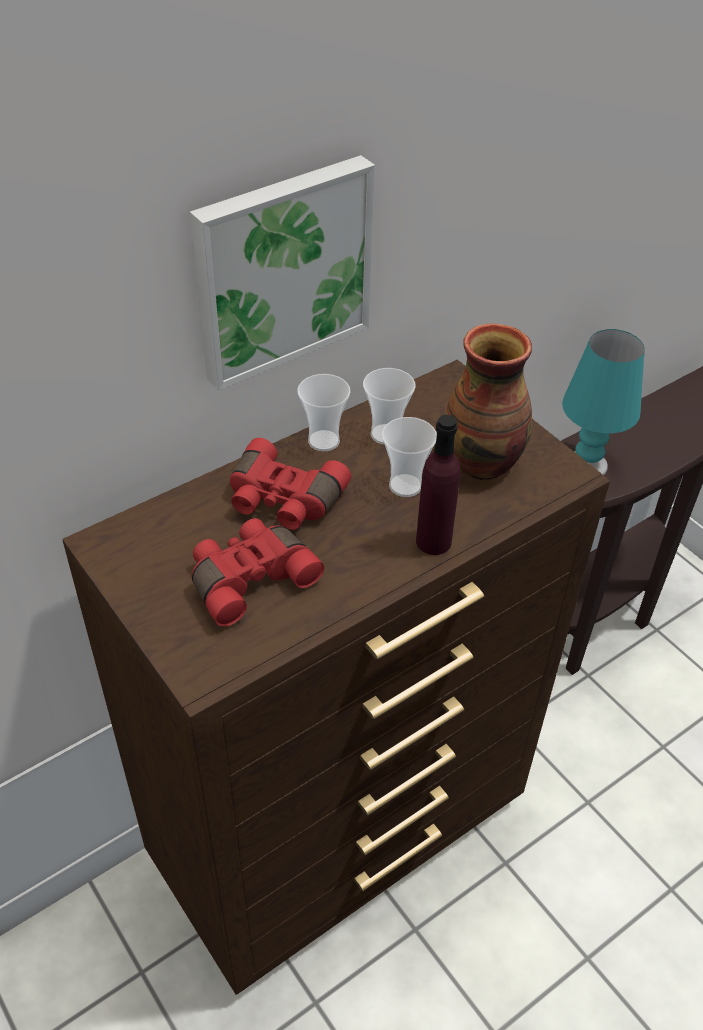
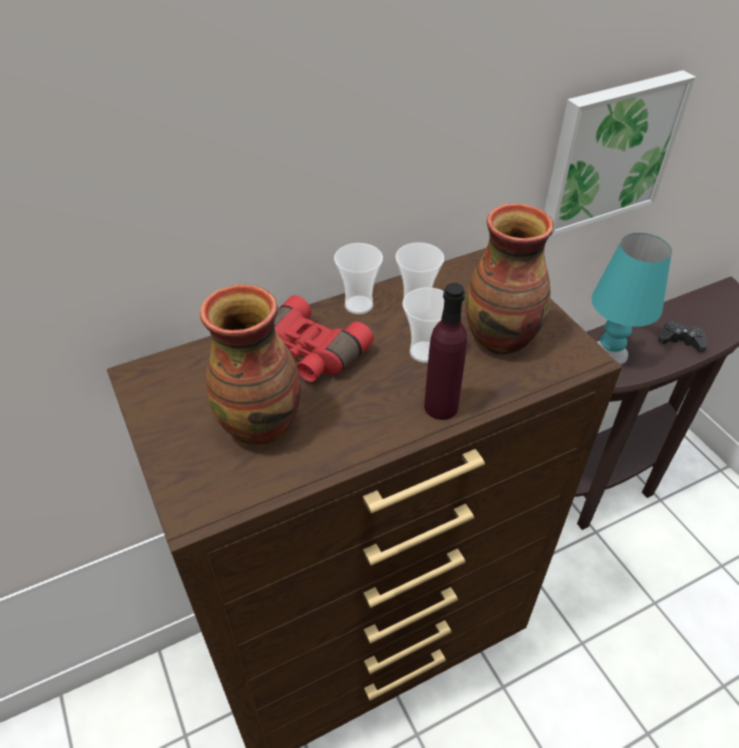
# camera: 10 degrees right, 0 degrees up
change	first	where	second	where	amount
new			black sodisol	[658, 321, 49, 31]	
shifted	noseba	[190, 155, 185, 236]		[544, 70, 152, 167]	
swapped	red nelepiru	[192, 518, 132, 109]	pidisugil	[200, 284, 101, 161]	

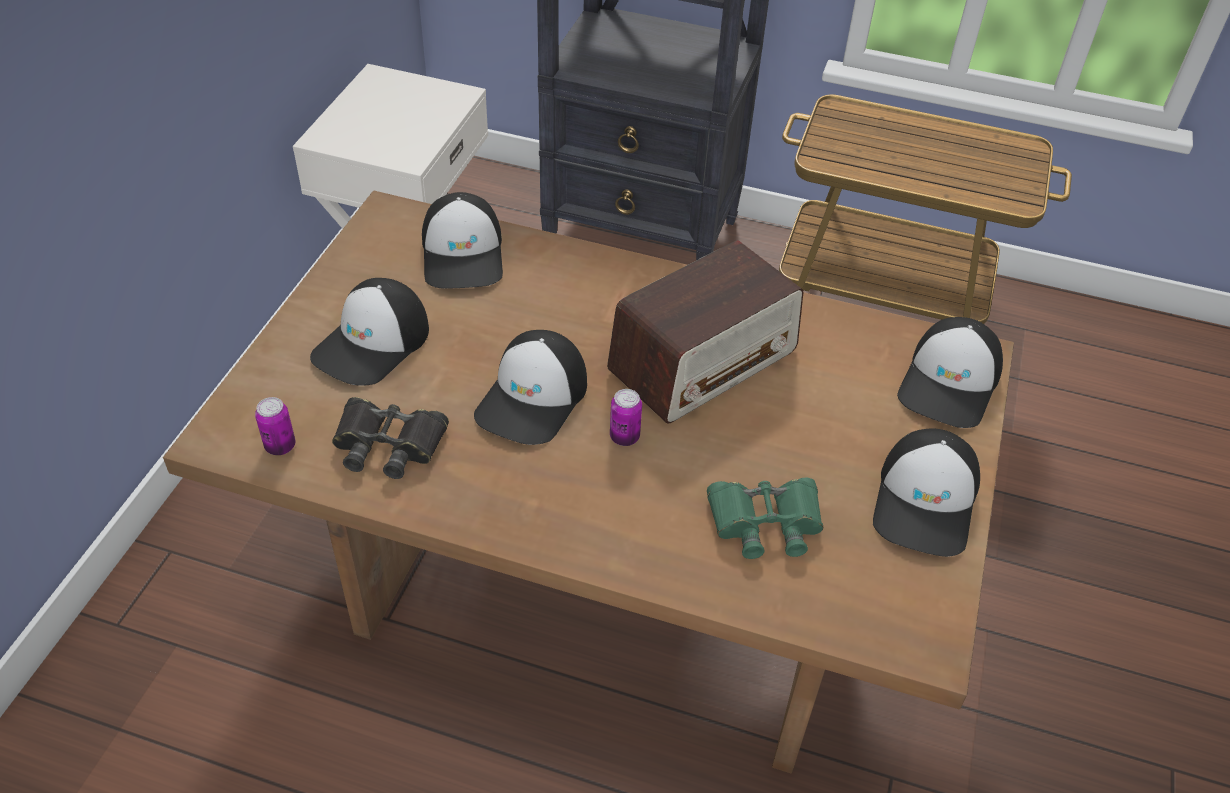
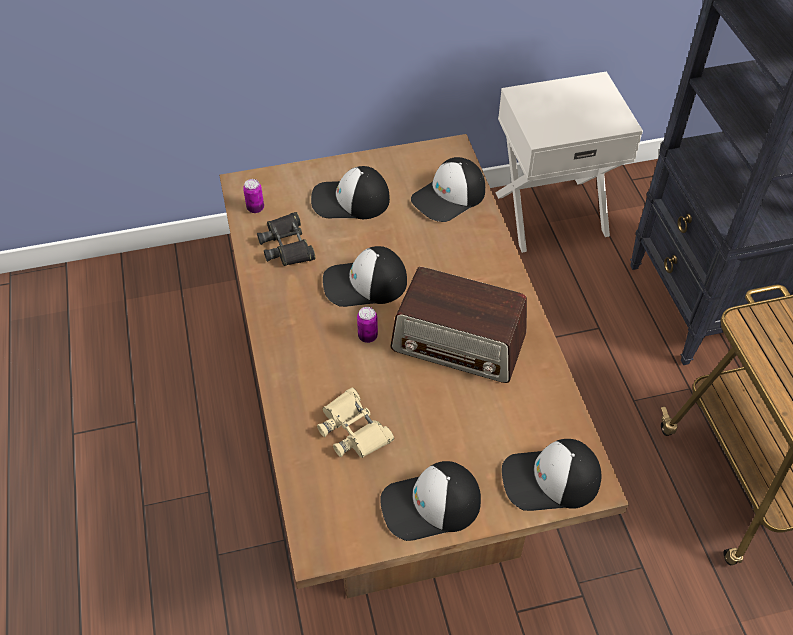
# camera: 60 degrees right, 5 degrees up
change	first	where	second	where	amount
repainted	green nelepiru	[707, 478, 116, 81]	beige nelepiru	[317, 387, 77, 71]	

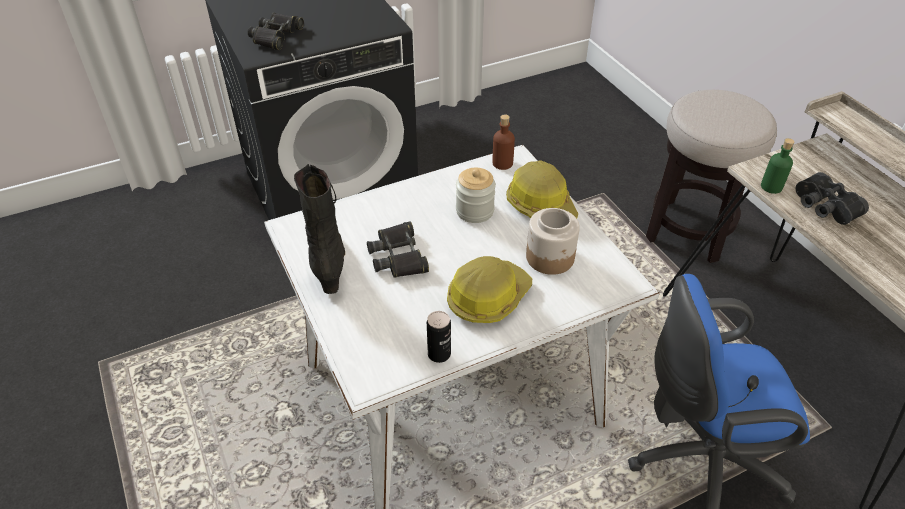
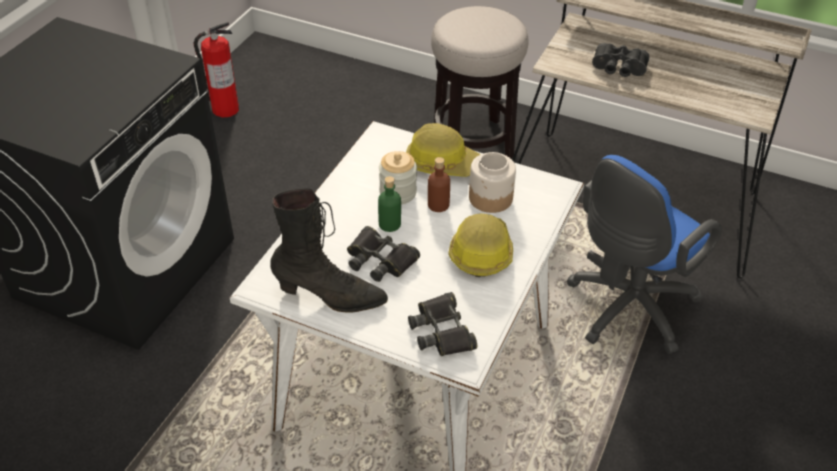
# camera: 40 degrees left, 0 degrees up
change	first	where	second	where	amount
gone	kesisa	[427, 311, 24, 52]			
new			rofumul	[193, 22, 46, 96]	
shifted	black nelepiru	[248, 13, 56, 37]		[408, 292, 69, 64]	
shifted	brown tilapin	[493, 114, 22, 56]		[428, 157, 22, 55]	
shifted	green tilapin	[761, 138, 33, 56]		[378, 176, 23, 56]	
rotated	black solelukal	[294, 164, 51, 130]		[270, 188, 118, 124]	150 degrees clockwise

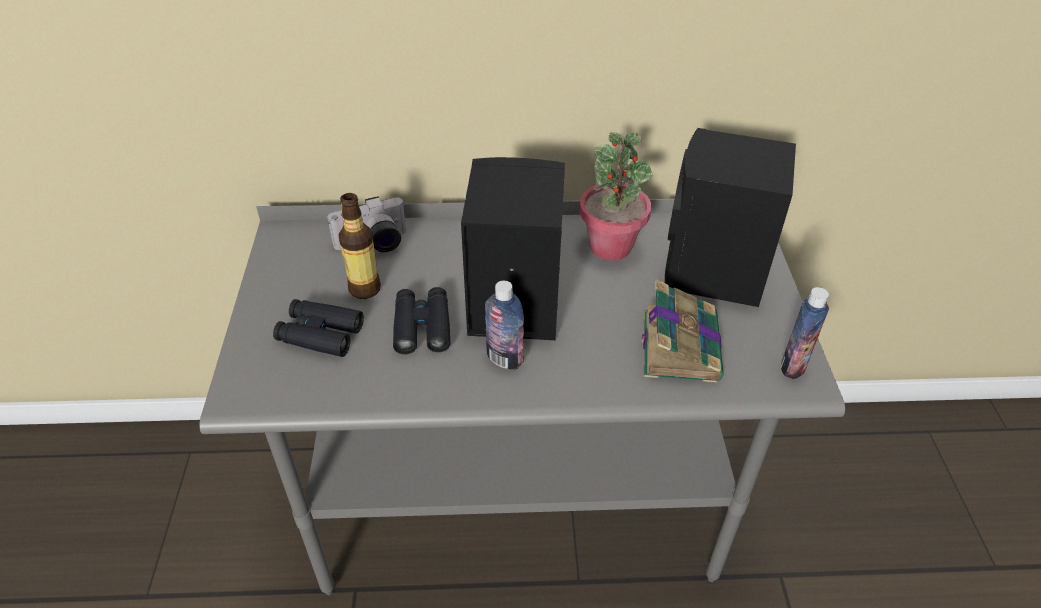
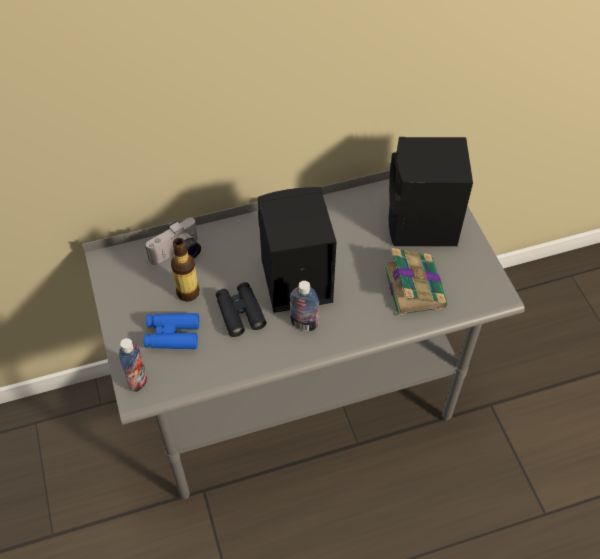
# camera: 15 degrees left, 10 degrees up
change	first	where	second	where	amount
gone	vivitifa	[579, 132, 73, 129]			
shifted	tilapin	[781, 287, 48, 92]		[119, 338, 28, 54]	
repainted	black nelepiru	[273, 299, 91, 58]	blue nelepiru	[144, 313, 55, 36]	

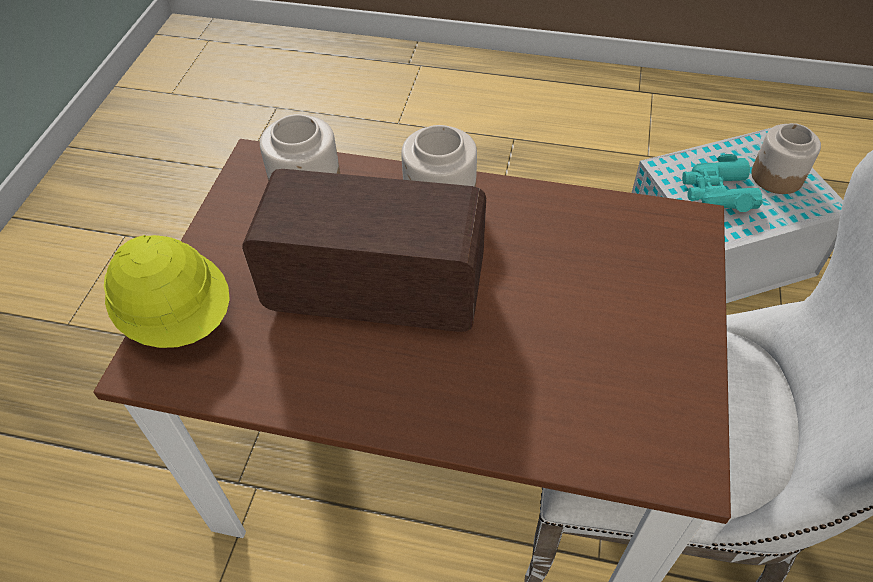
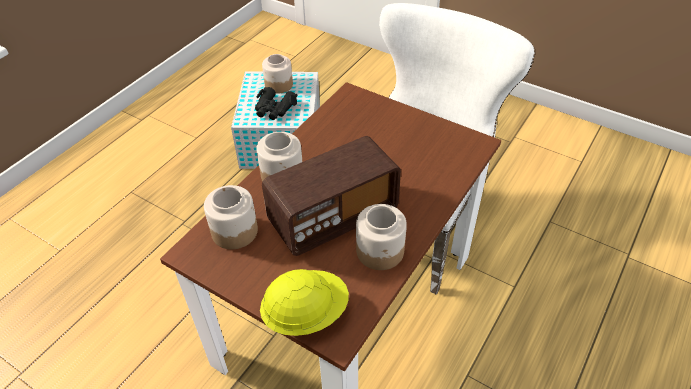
# camera: 70 degrees left, 5 degrees down
change	first	where	second	where	amount
new			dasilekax	[356, 204, 51, 66]	
repainted	turquoise nelepiru	[682, 154, 81, 58]	black nelepiru	[255, 87, 42, 33]	
rotated	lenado	[242, 169, 244, 163]		[262, 136, 139, 120]	150 degrees counterclockwise

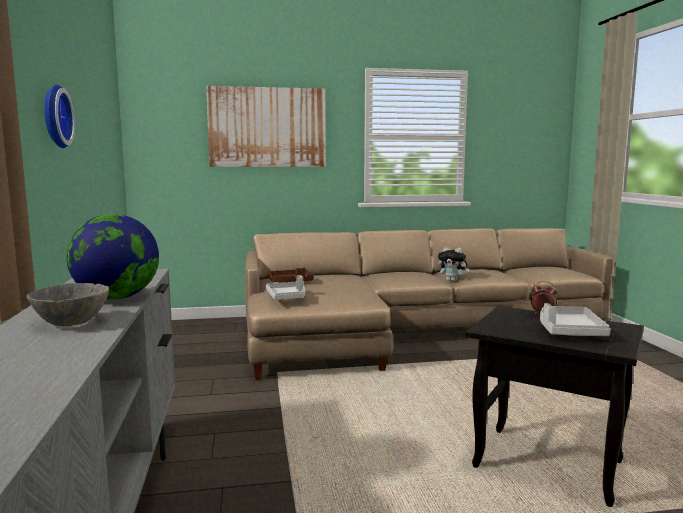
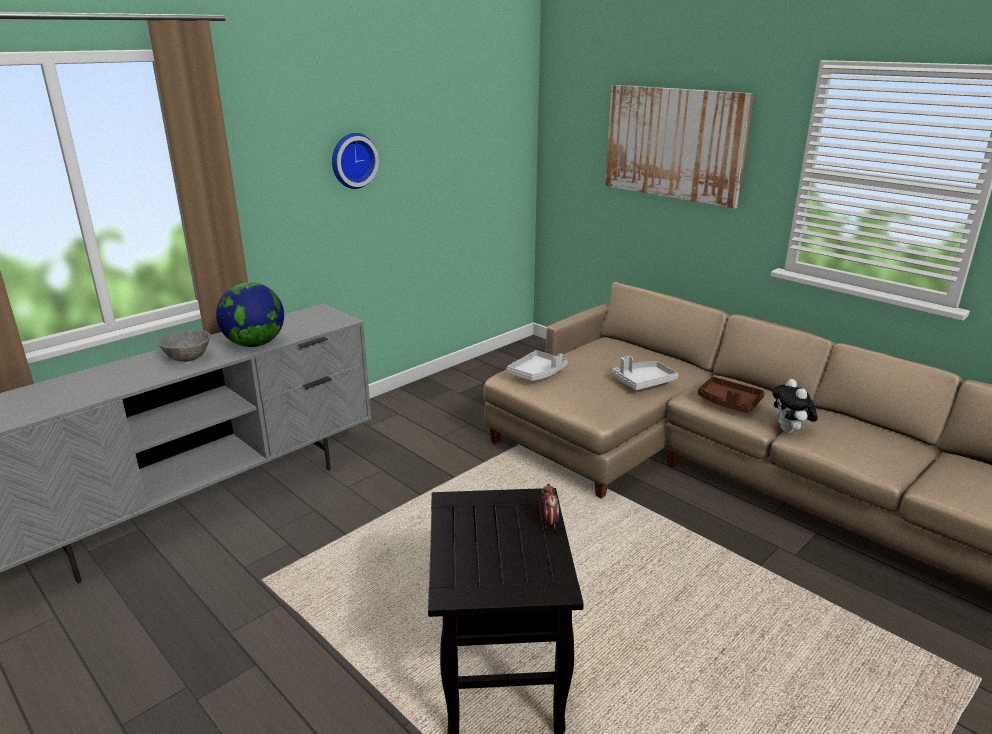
# camera: 55 degrees right, 15 degrees up
change	first	where	second	where	amount
shifted	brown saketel	[267, 268, 47, 15]		[698, 377, 66, 36]	
shifted	grey saketel	[540, 303, 71, 33]		[611, 356, 67, 34]	

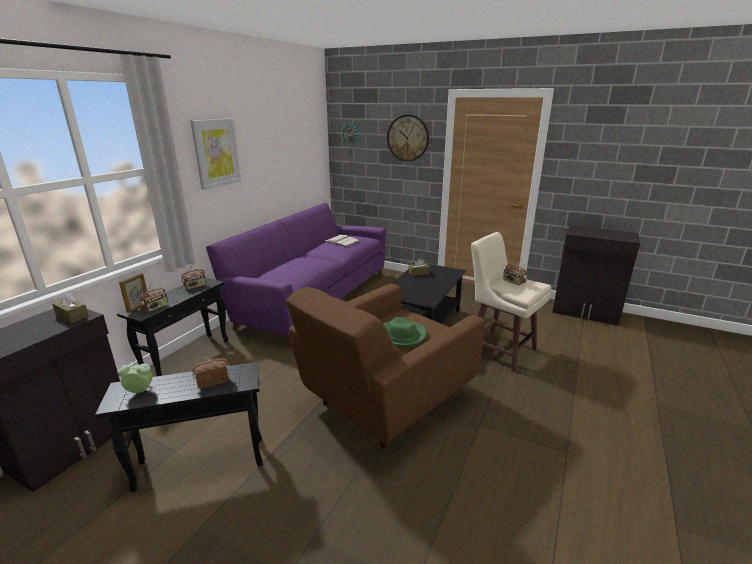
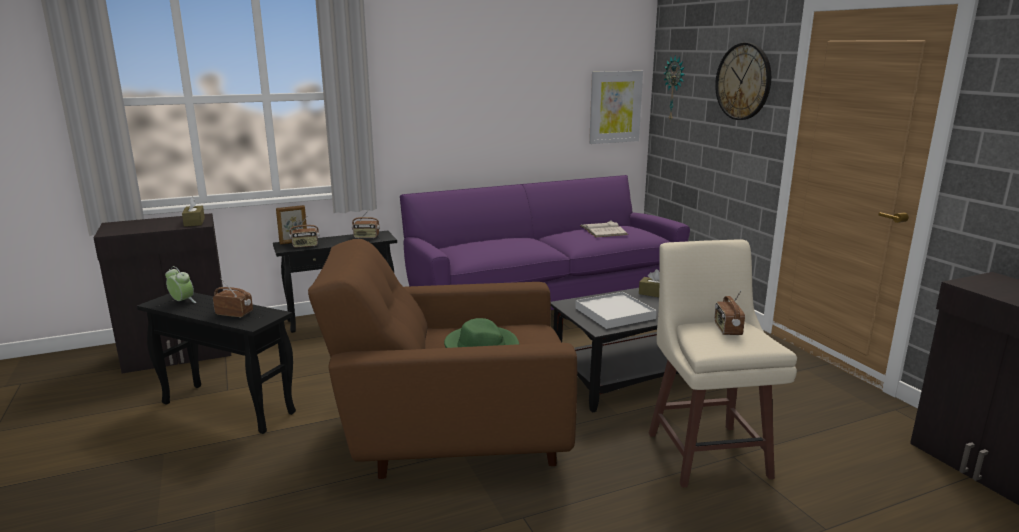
# camera: 40 degrees right, 5 degrees down
change	first	where	second	where	amount
new			white saketel	[575, 292, 82, 37]	
shifted	noseba	[191, 119, 50, 71]		[589, 71, 54, 73]	

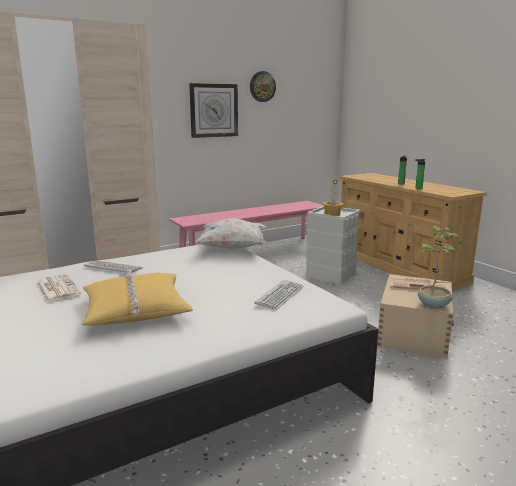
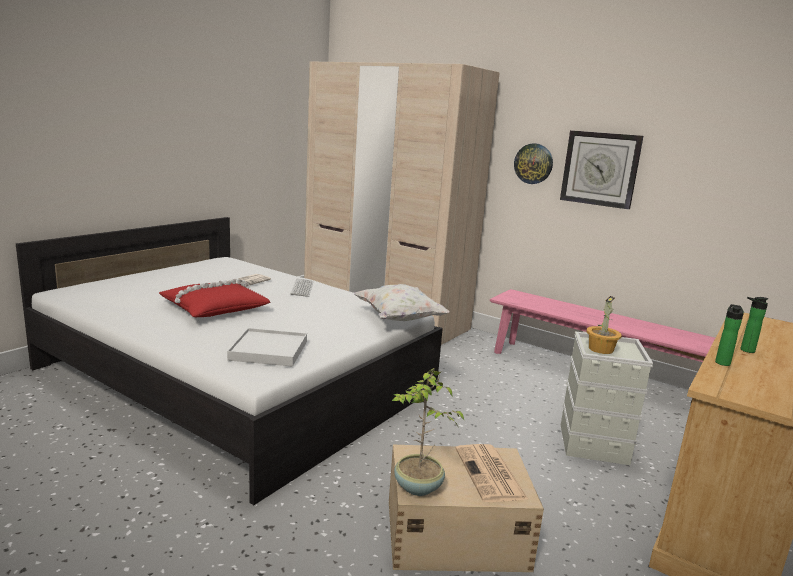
# camera: 65 degrees right, 0 degrees up
change	first	where	second	where	amount
shifted	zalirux	[250, 71, 26, 31]		[514, 143, 39, 41]	
swapped	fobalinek	[255, 280, 49, 30]	white saketel	[227, 328, 80, 39]	
repainted	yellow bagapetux	[82, 269, 111, 56]	red bagapetux	[159, 278, 111, 39]	

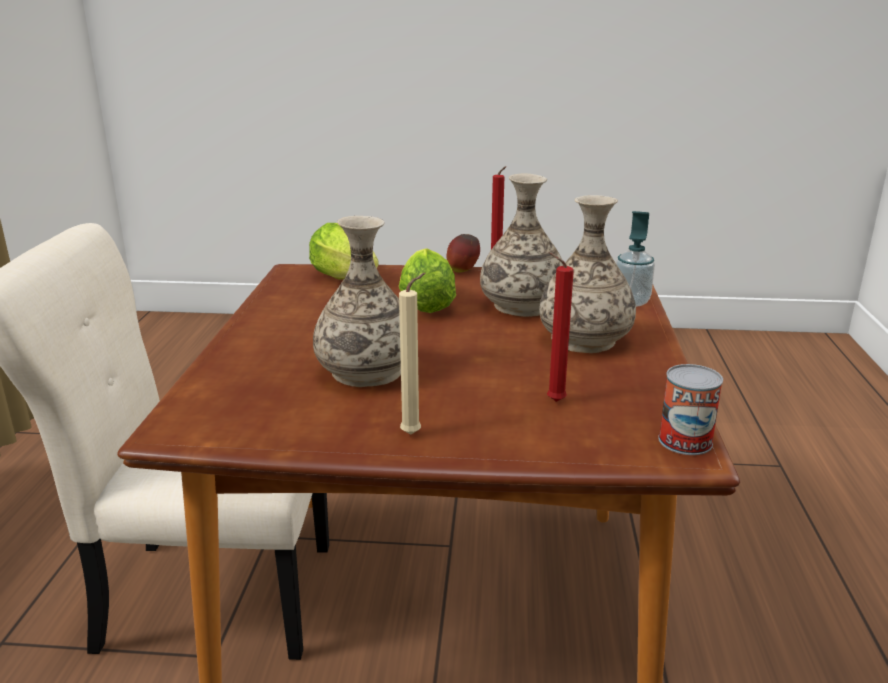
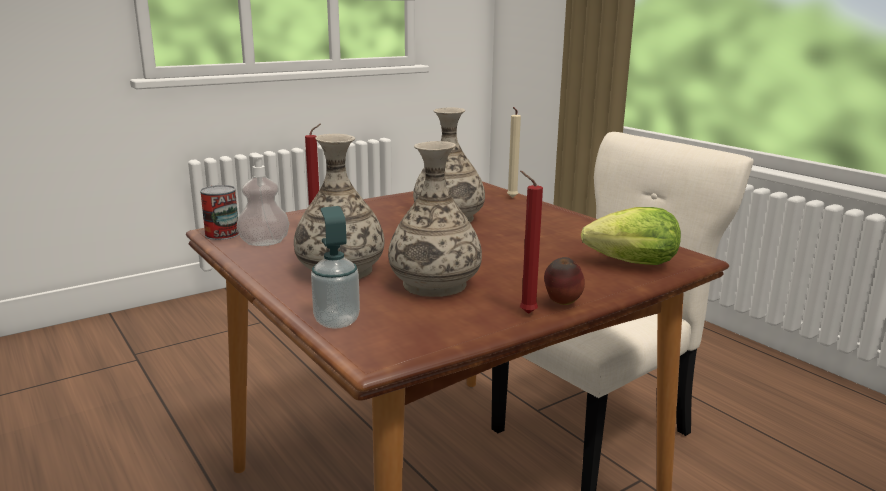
# camera: 140 degrees right, 5 degrees down
change	first	where	second	where	amount
gone	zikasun	[399, 248, 57, 65]			
new			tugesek	[237, 154, 52, 92]	
shifted	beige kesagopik	[399, 273, 26, 161]		[507, 107, 14, 91]	

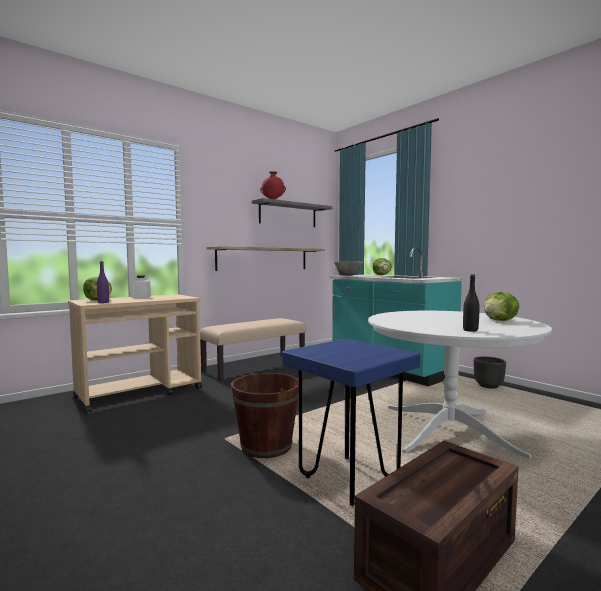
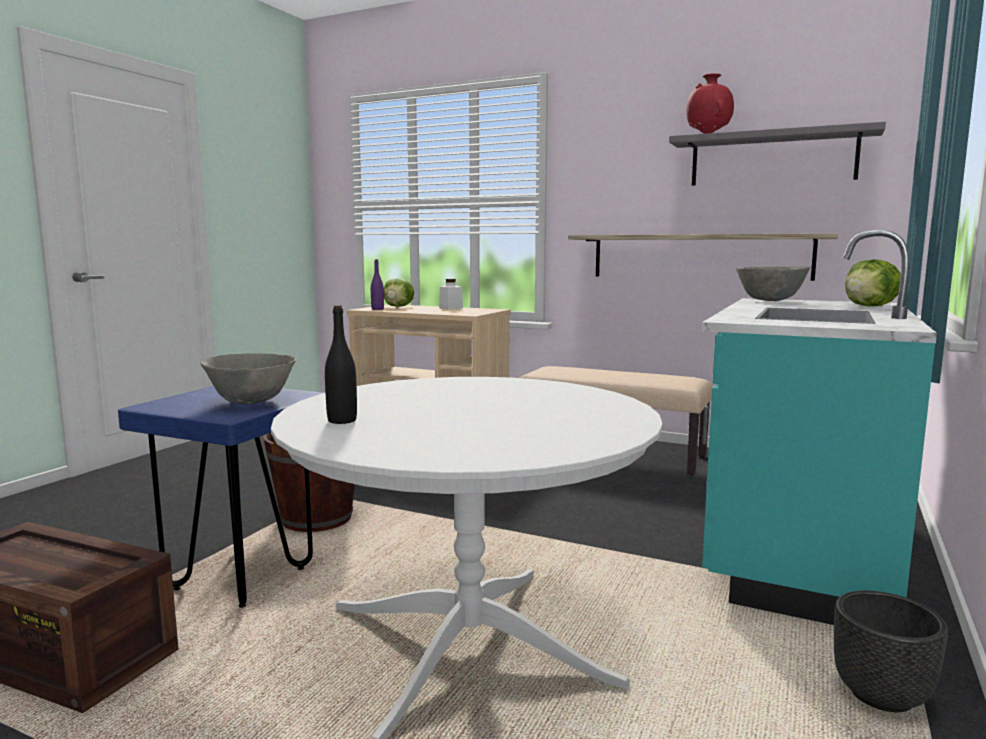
# camera: 65 degrees right, 5 degrees up
change	first	where	second	where	amount
gone	zikasun	[484, 292, 35, 29]			
new			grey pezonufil	[201, 353, 95, 51]	

